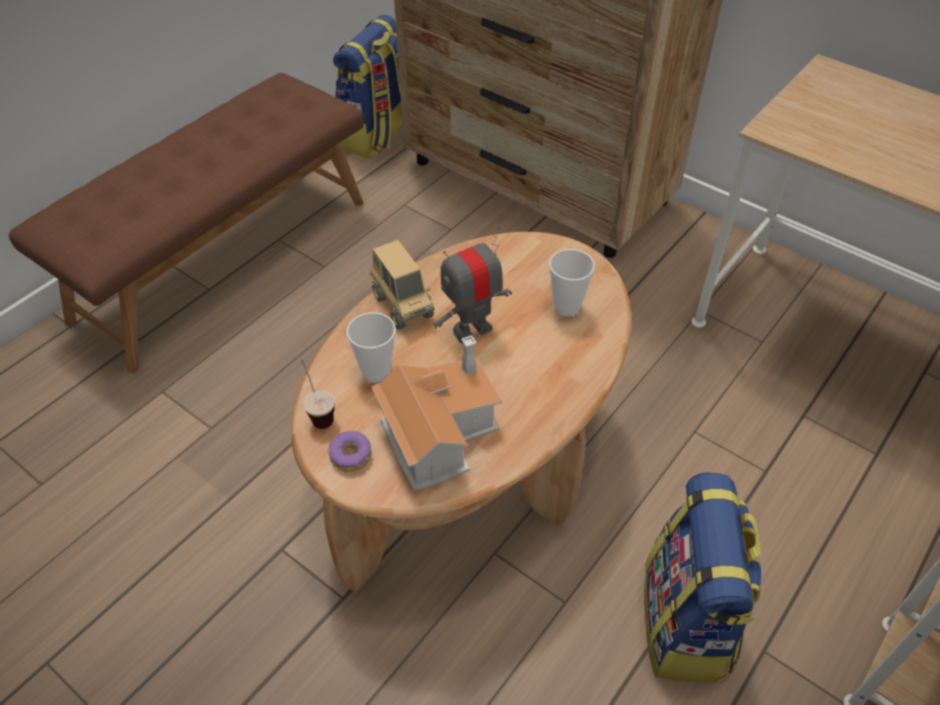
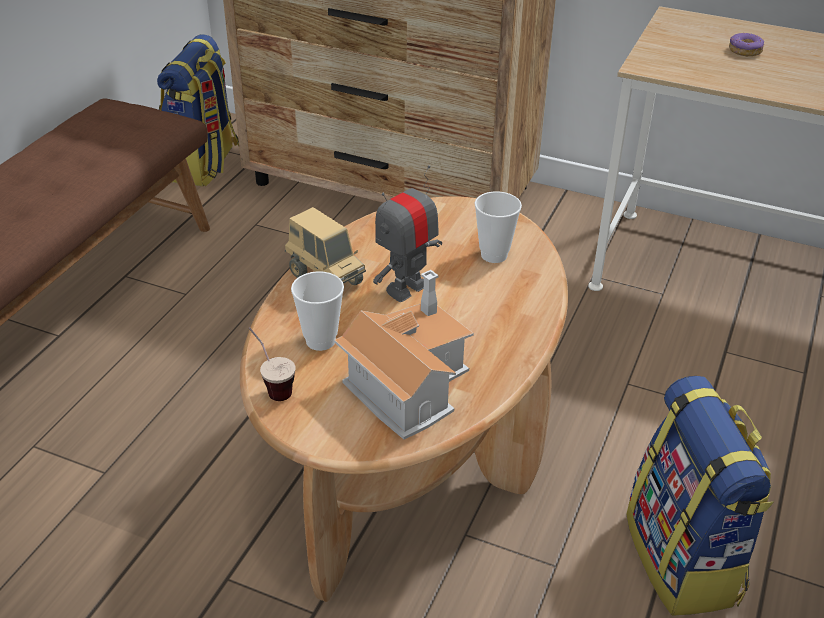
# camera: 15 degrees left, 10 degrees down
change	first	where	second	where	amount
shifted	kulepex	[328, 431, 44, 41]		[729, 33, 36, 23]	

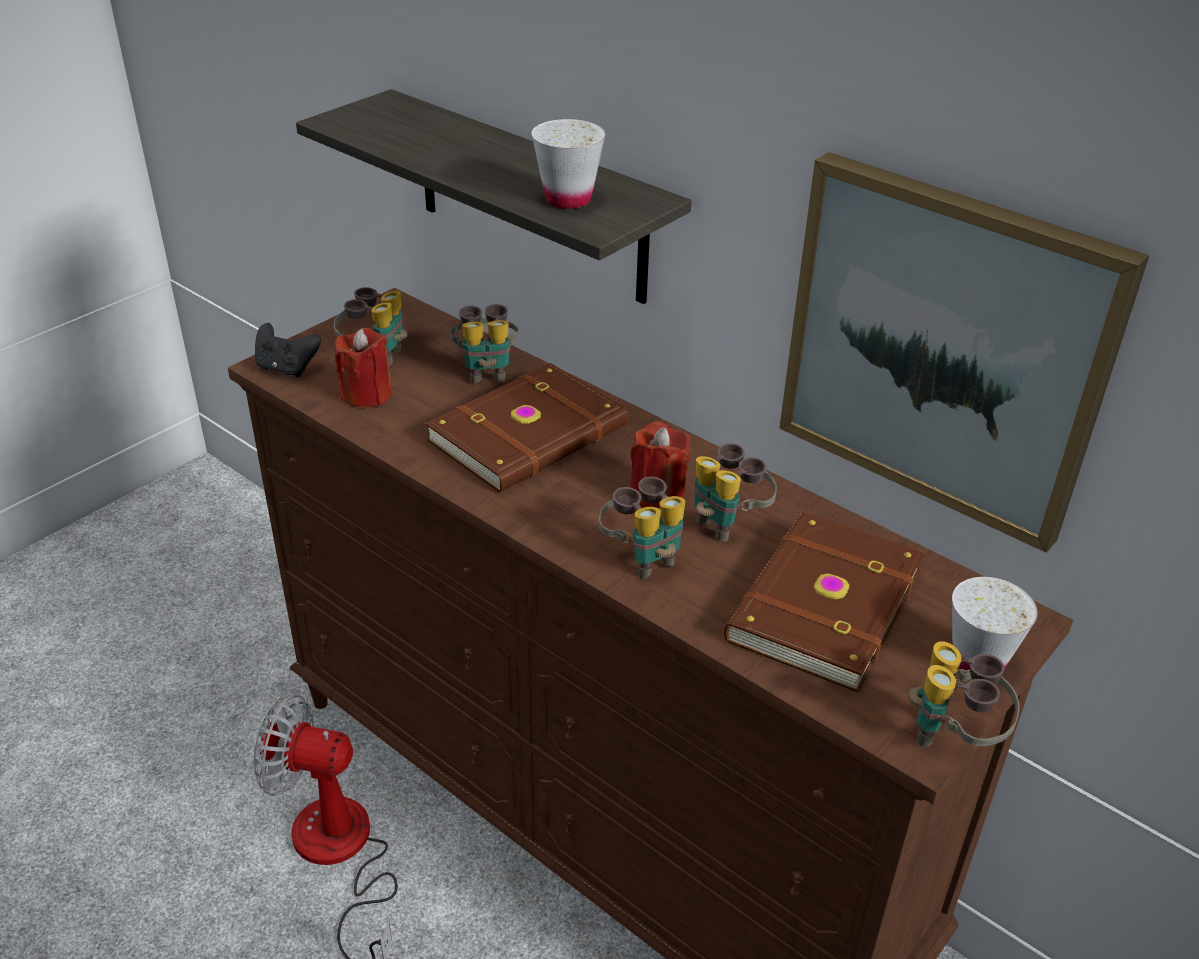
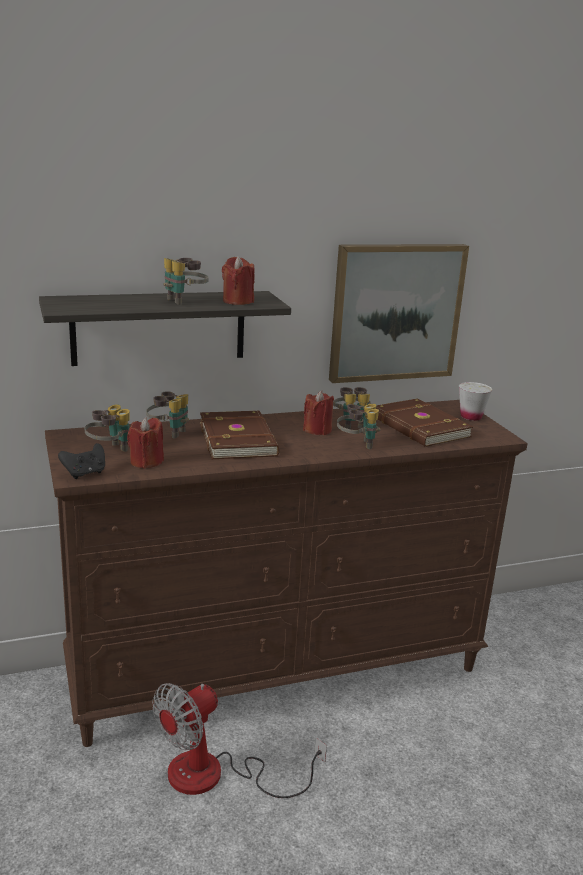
# camera: 60 degrees left, 15 degrees down
change	first	where	second	where	amount
shifted	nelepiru	[908, 641, 112, 106]		[164, 258, 45, 47]	
swapped	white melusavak	[532, 119, 73, 90]	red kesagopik	[222, 256, 33, 49]	

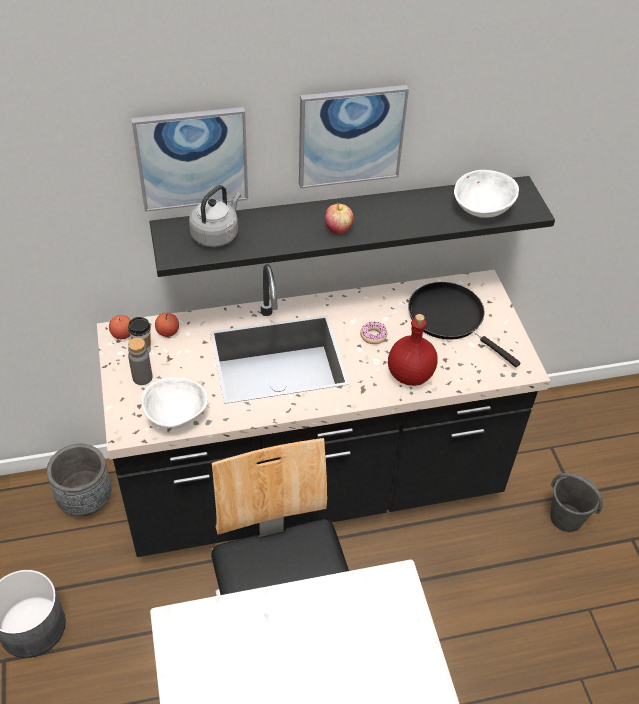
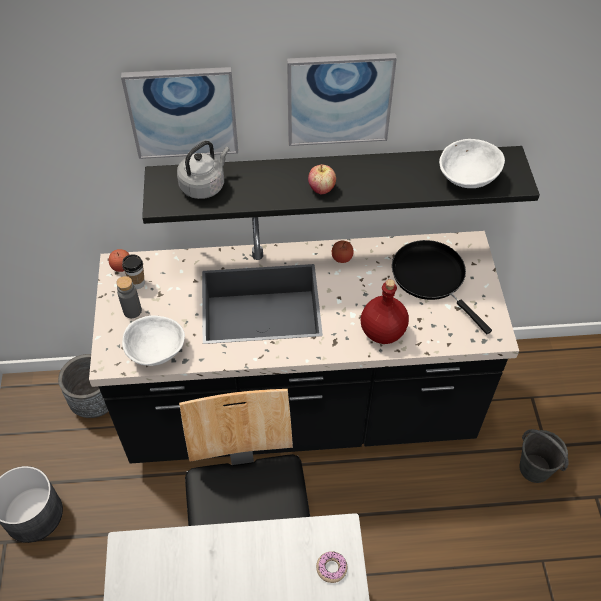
# camera: 10 degrees right, 5 degrees up
change	first	where	second	where	amount
shifted	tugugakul	[155, 313, 24, 24]		[332, 241, 22, 22]	
shifted	kulepex	[360, 321, 27, 23]		[316, 551, 31, 32]	

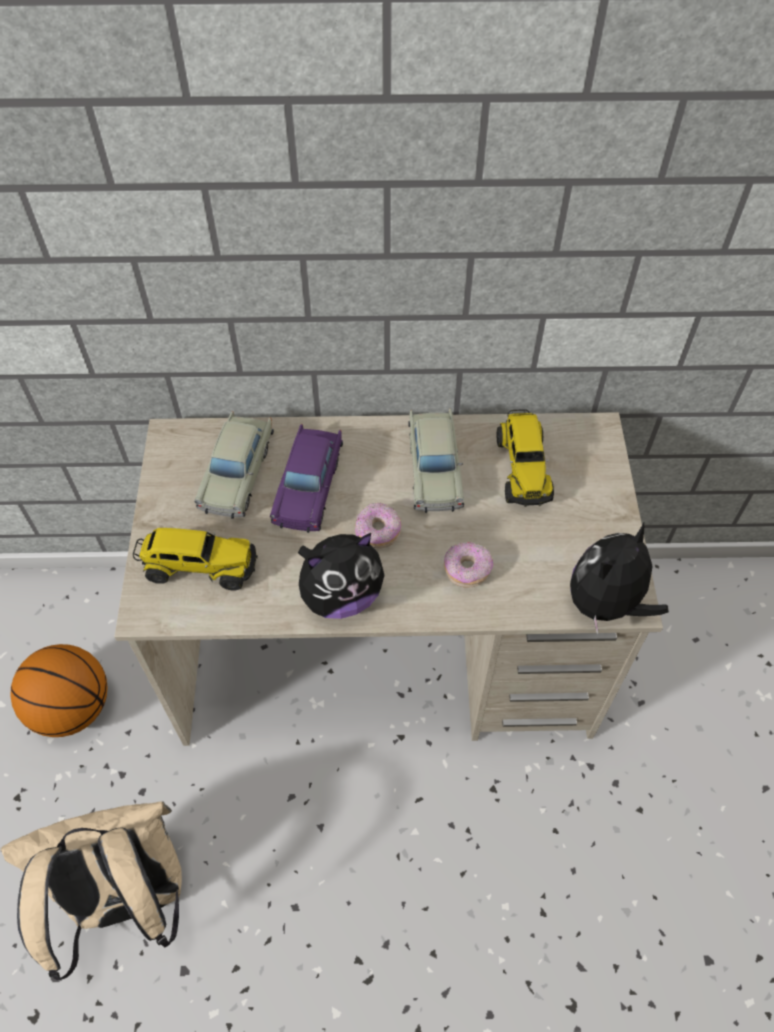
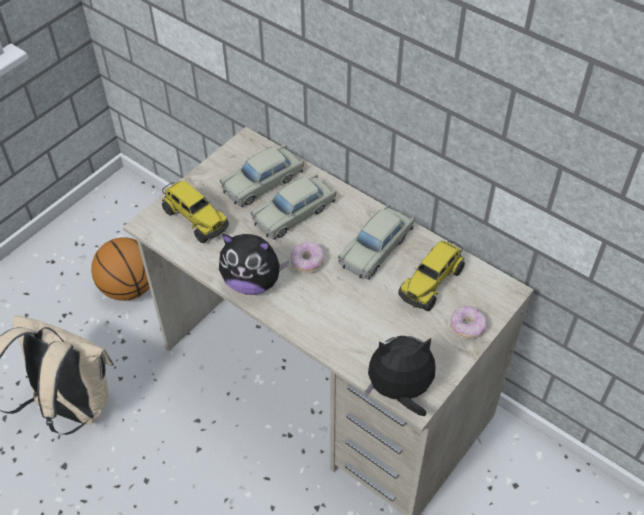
# camera: 40 degrees right, 5 degrees down
change	first	where	second	where	amount
shifted	kulepex	[444, 542, 49, 45]		[450, 305, 37, 35]	
repainted	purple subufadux	[270, 424, 73, 109]	beige subufadux	[251, 174, 85, 66]	

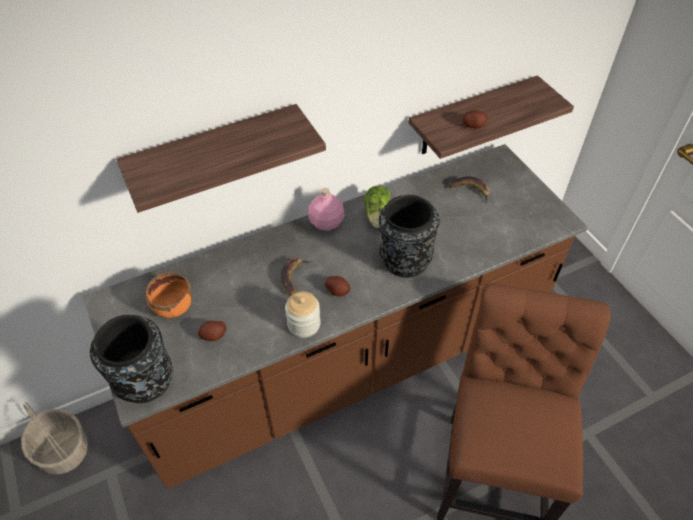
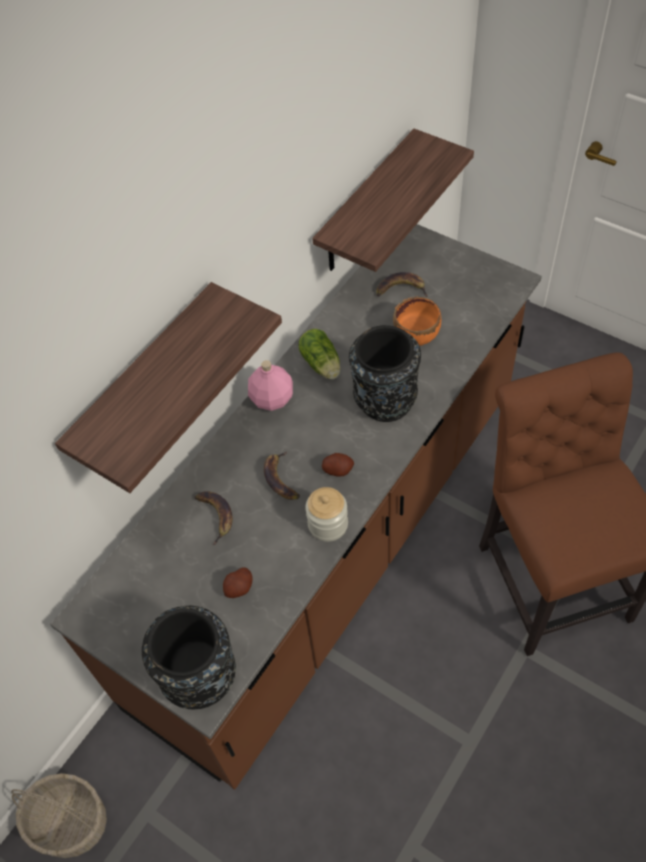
# camera: 25 degrees left, 5 degrees up
change	first	where	second	where	amount
gone	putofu	[463, 110, 25, 18]			
new			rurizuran	[194, 491, 38, 54]	
shifted	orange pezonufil	[145, 273, 47, 45]		[393, 297, 48, 49]	

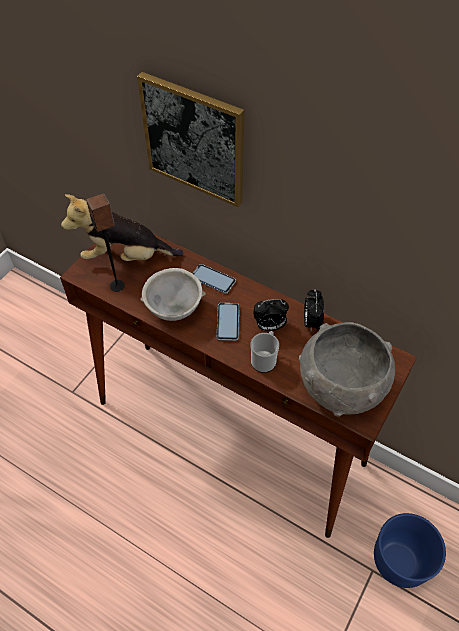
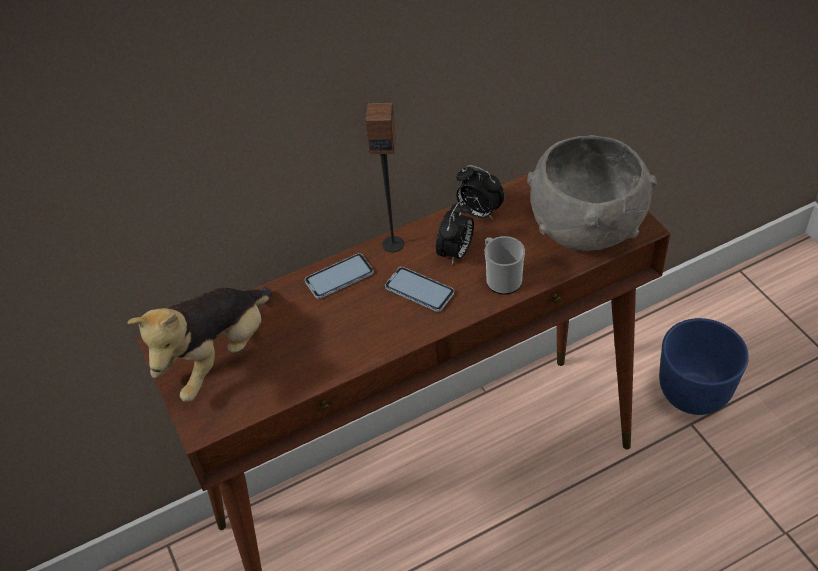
# camera: 55 degrees left, 5 degrees down
change	first	where	second	where	amount
gone	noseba	[137, 72, 107, 135]			
gone	grey pezonufil	[140, 268, 66, 53]			
shifted	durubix	[86, 193, 39, 99]		[365, 103, 39, 149]	

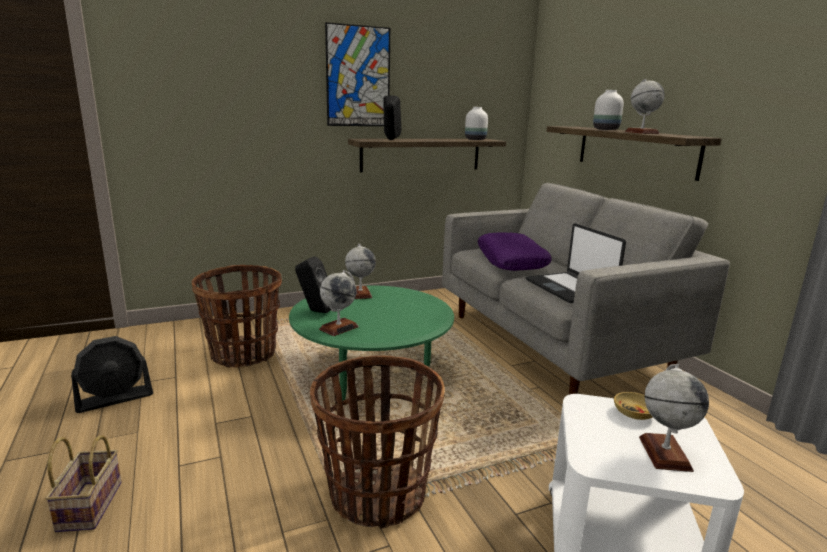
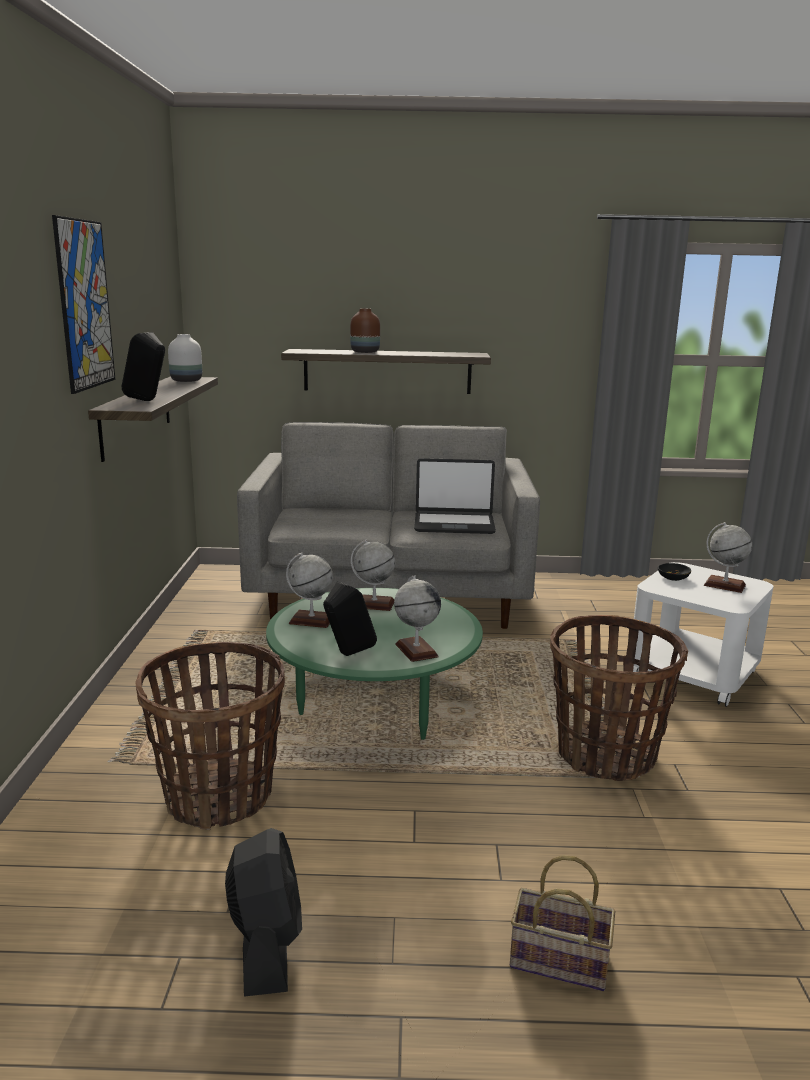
# camera: 65 degrees left, 0 degrees up
change	first	where	second	where	amount
gone	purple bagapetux	[478, 233, 74, 38]			
shifted	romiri	[625, 79, 40, 55]		[351, 540, 44, 71]	
repainted	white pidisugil	[593, 90, 31, 40]	brown pidisugil	[350, 309, 30, 44]	
repainted	beige pezonufil	[614, 392, 39, 28]	black pezonufil	[658, 563, 33, 18]	

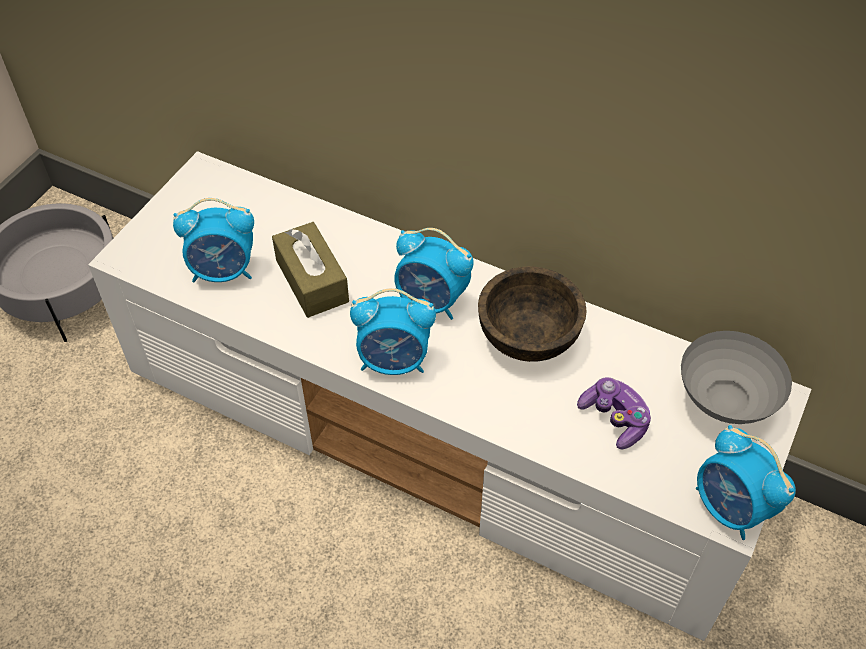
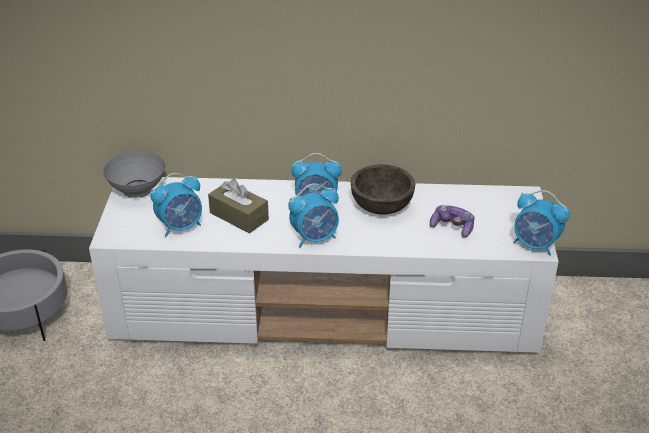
# camera: 25 degrees left, 15 degrees down
change	first	where	second	where	amount
shifted	grey pezonufil	[681, 331, 111, 93]		[104, 151, 61, 47]	

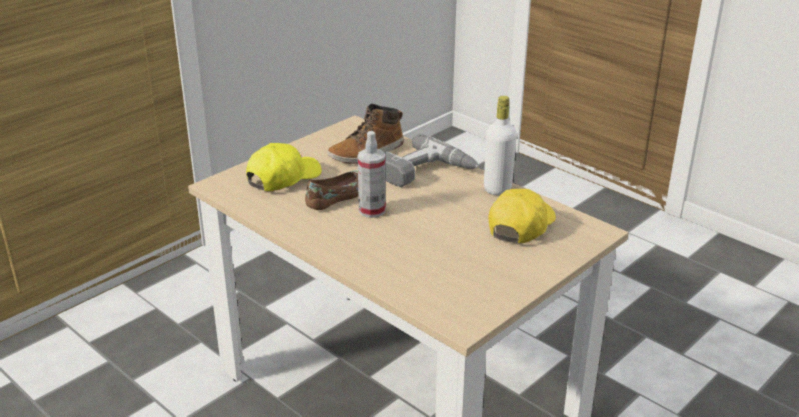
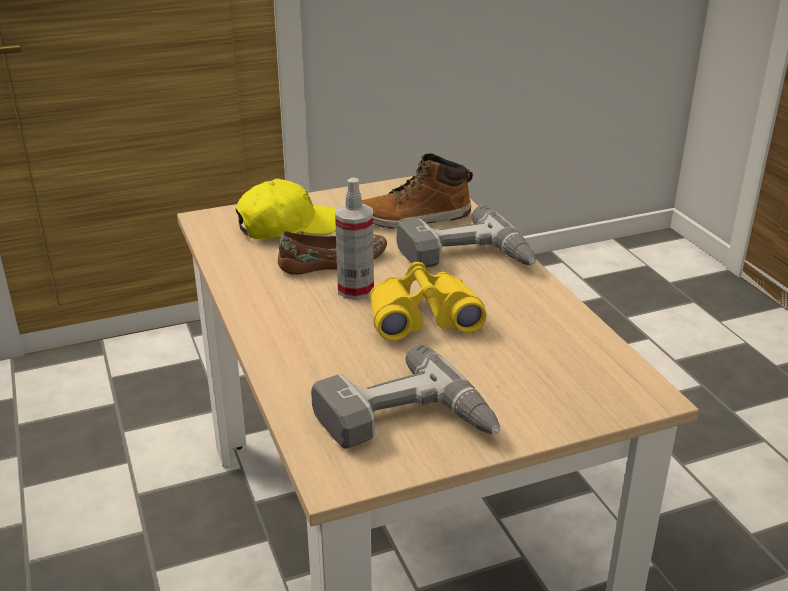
# camera: 25 degrees right, 0 degrees up
change	first	where	second	where	amount
gone	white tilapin	[484, 96, 33, 99]			
gone	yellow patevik	[489, 189, 67, 54]			
new			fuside	[311, 344, 189, 105]	
new			yellow nelepiru	[369, 262, 118, 79]	

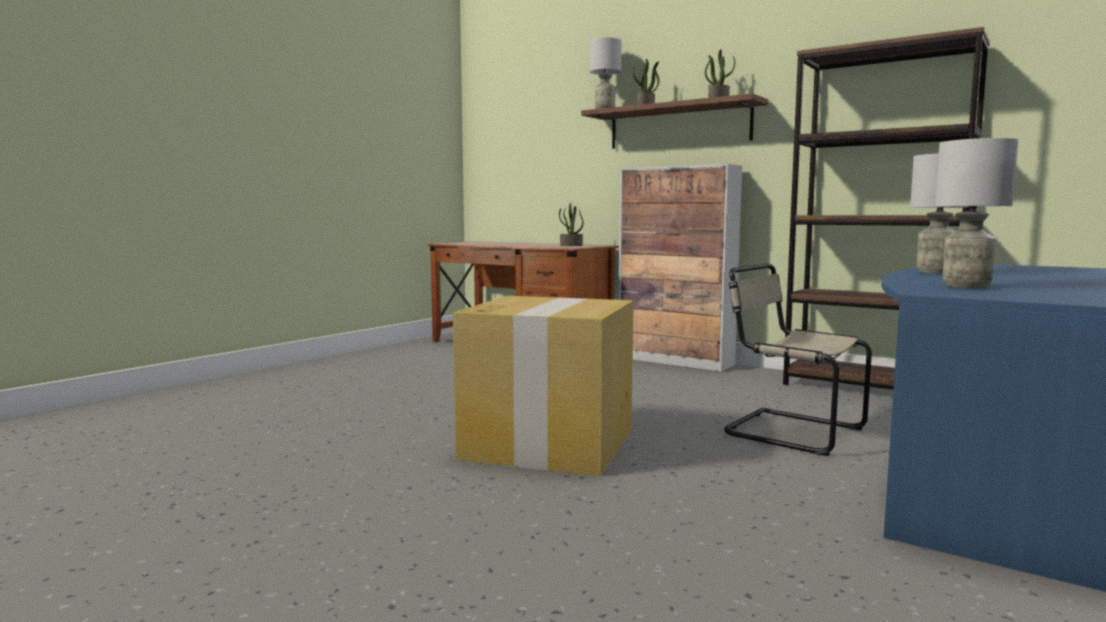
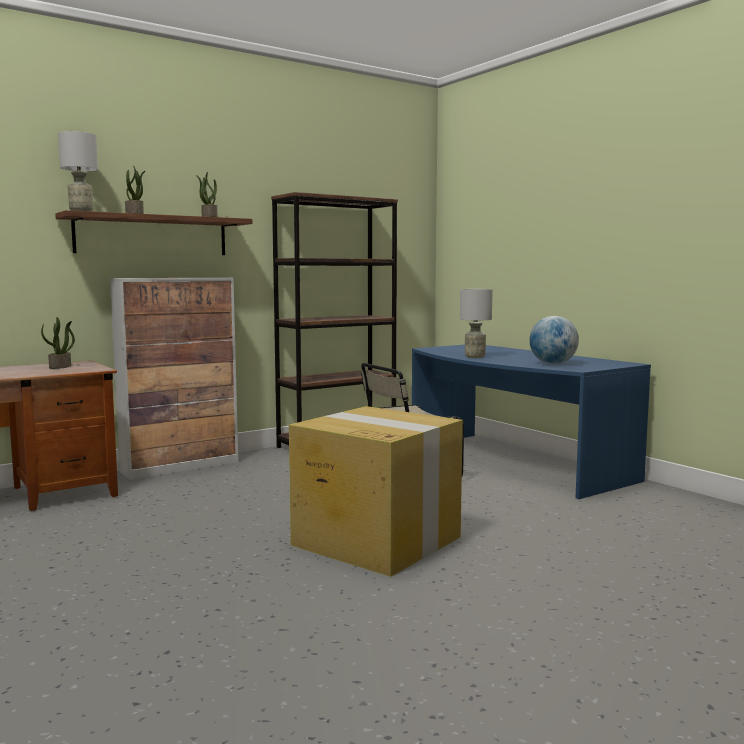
# camera: 70 degrees left, 0 degrees up
change	first	where	second	where	amount
swapped	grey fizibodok	[935, 138, 83, 150]	romiri	[529, 316, 50, 48]	

